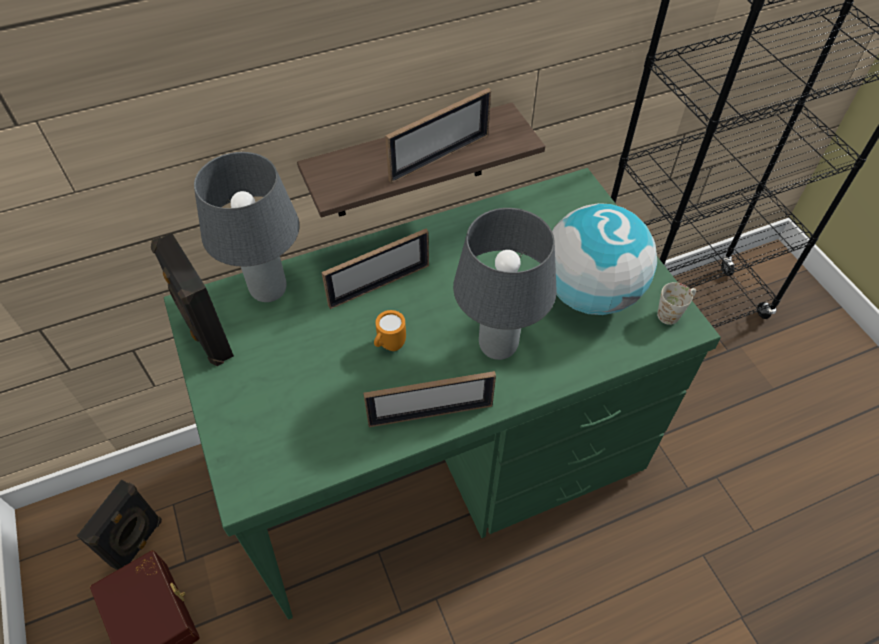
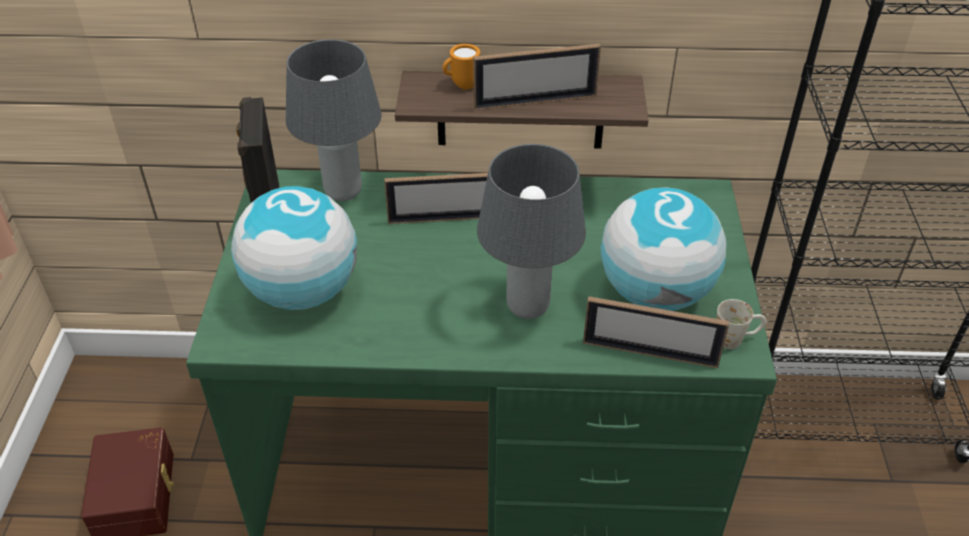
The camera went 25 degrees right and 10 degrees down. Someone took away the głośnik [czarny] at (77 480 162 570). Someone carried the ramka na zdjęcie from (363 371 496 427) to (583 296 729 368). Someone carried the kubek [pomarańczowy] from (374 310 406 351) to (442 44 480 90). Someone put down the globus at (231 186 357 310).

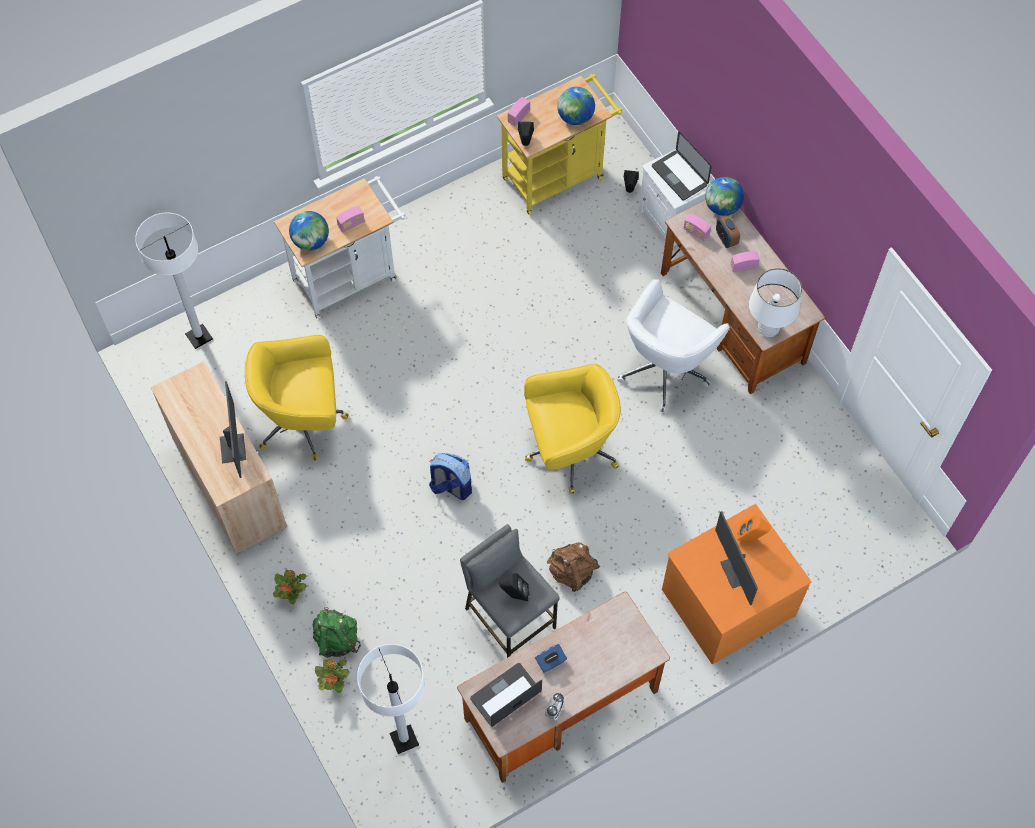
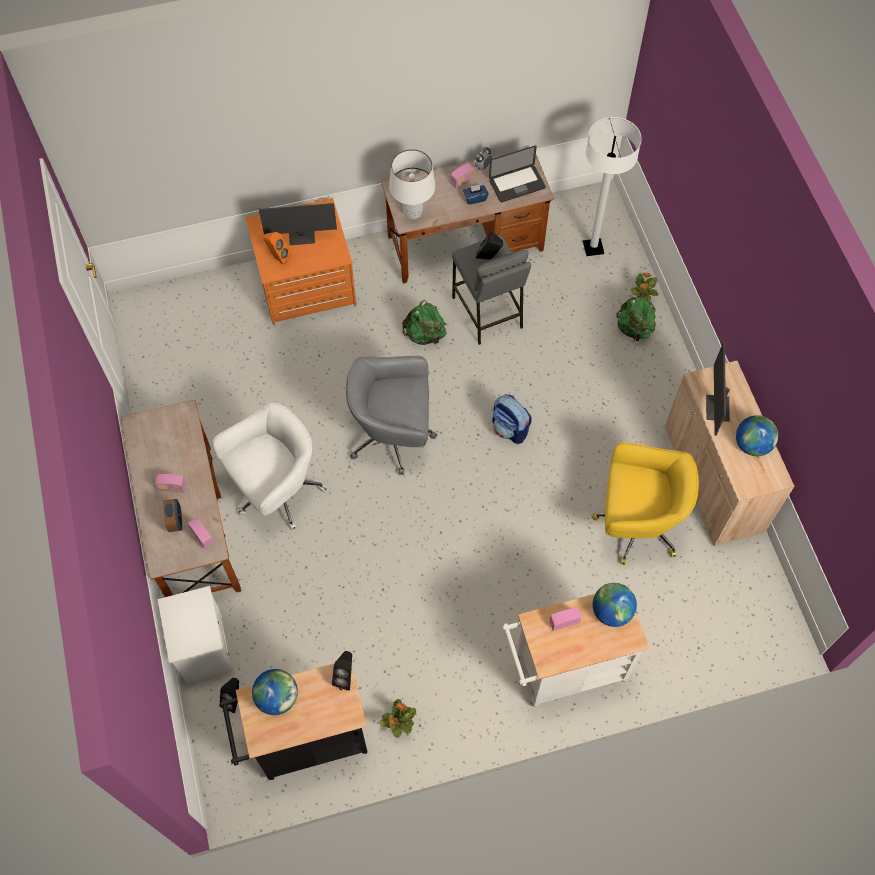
The camera went 165 degrees left and 0 degrees up. Someone took away the lampa stojąca [biały] at (135 212 213 349). Someone carried the roślina doniczkowa from (273 570 306 605) to (380 699 416 738). Someone repainted the wózek [żółty] at (497 74 622 216), which became the wózek [czarny] at (220 664 368 780). Someone carried the radio from (508 97 530 126) to (451 163 475 189). Someone repainted the krzesło biurowe [żółty] at (524 364 621 494), which became the krzesło biurowe [szary] at (346 356 437 475). Someone repainted the plecak [brązowy] at (547 542 600 592), which became the plecak [zielony] at (402 300 447 345). Someone took away the laptop at (652 131 712 200). Someone carried the globus from (705 177 744 216) to (736 415 778 456). Someone rotated the monitor at (715 511 758 605) by 90 degrees clockwise. Someone carried the lampa stołowa [biały] from (749 268 802 337) to (389 149 436 219).

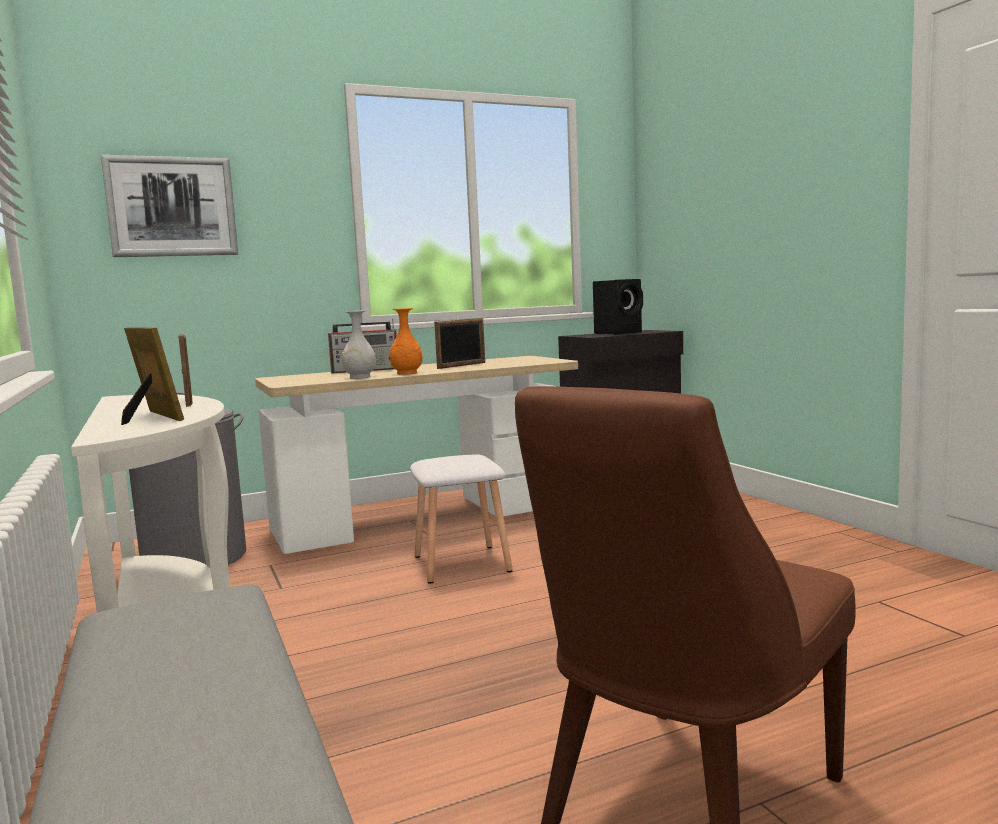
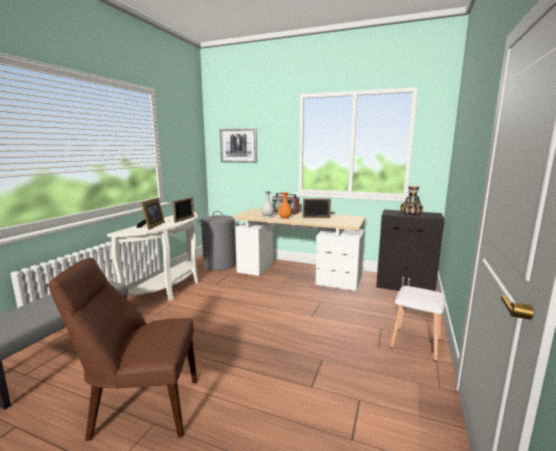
The camera went 45 degrees right and 5 degrees up. Someone carried the stołek [biały] from (410 454 513 584) to (390 286 446 362). Someone swapped the głośnik [czarny] at (593 279 643 335) for the wazon at (400 186 423 215).

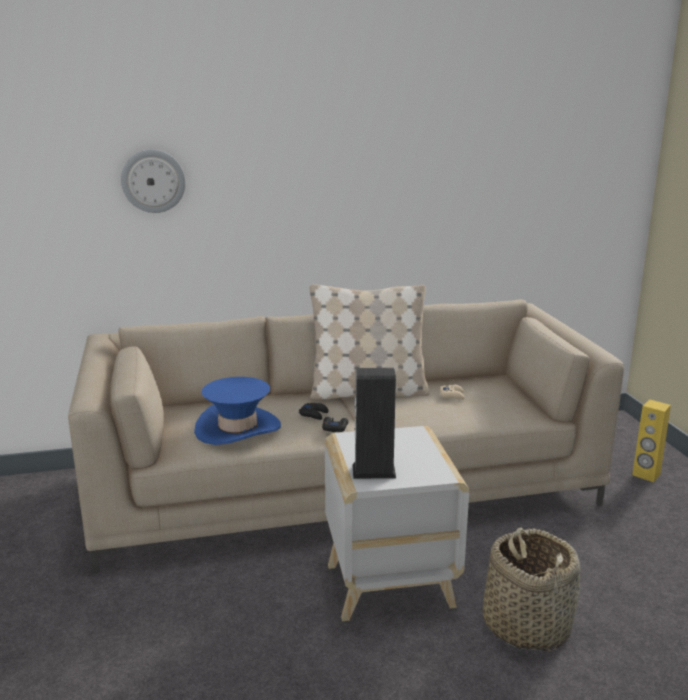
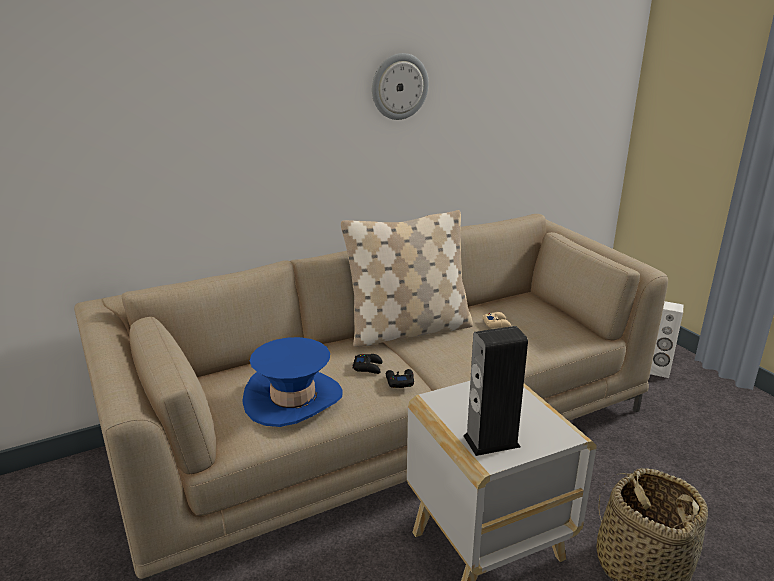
The camera went 15 degrees left and 5 degrees up. Someone carried the zegar ścienny from (121 150 186 213) to (372 53 429 120). Someone repainted the głośnik [żółty] at (632 400 671 482), which became the głośnik [biały] at (650 301 683 378).

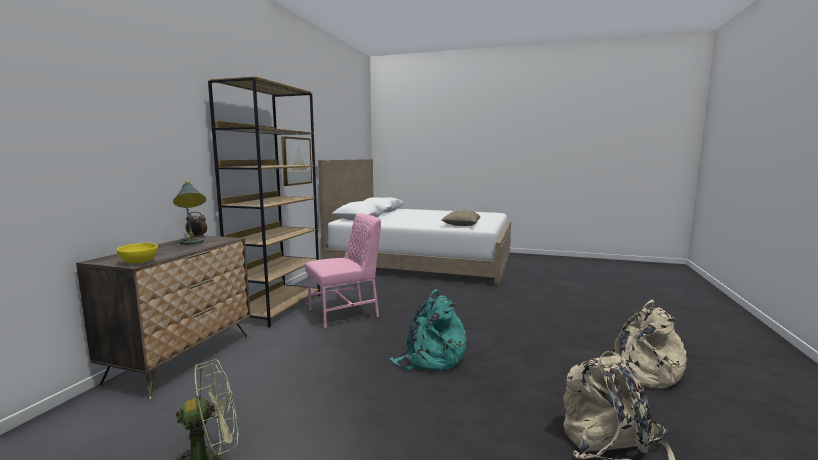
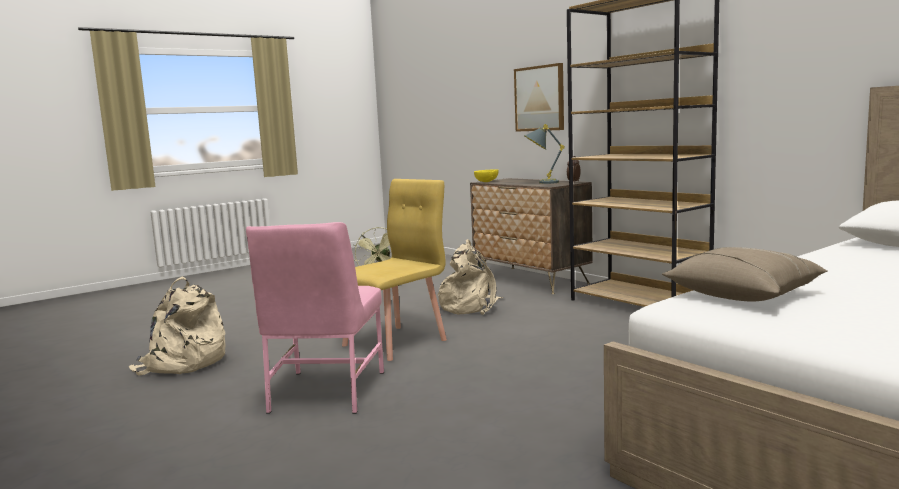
The camera went 125 degrees right and 0 degrees up. Someone carried the obraz from (281 136 312 186) to (514 63 564 132). Someone carried the krzesło [różowy] from (305 213 381 329) to (246 222 384 414). Someone swapped the plecak [turkusowy] at (389 289 466 372) for the krzesło [żółty] at (342 179 447 361). Someone carried the plecak [beżowy] from (613 300 687 389) to (437 239 503 315).

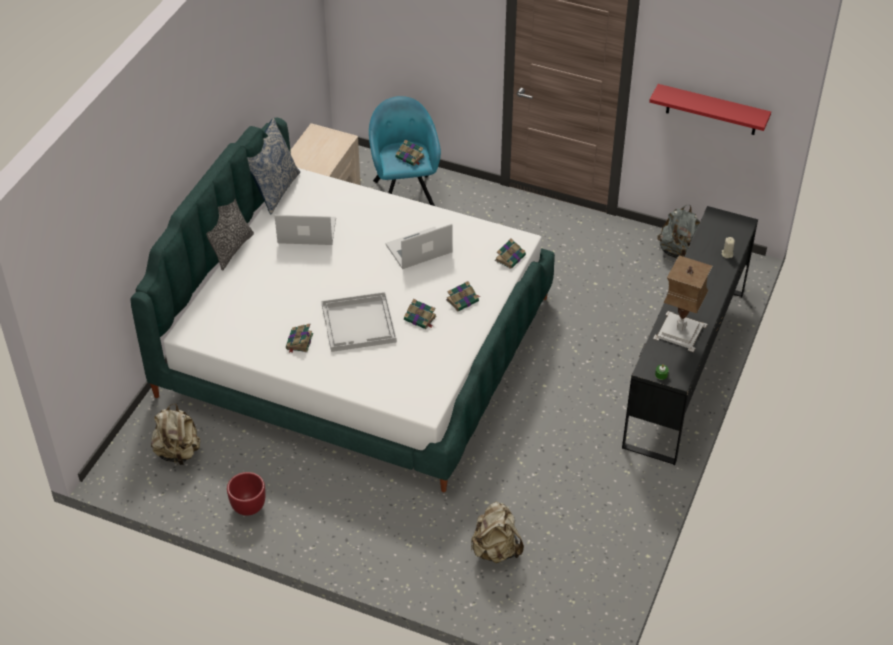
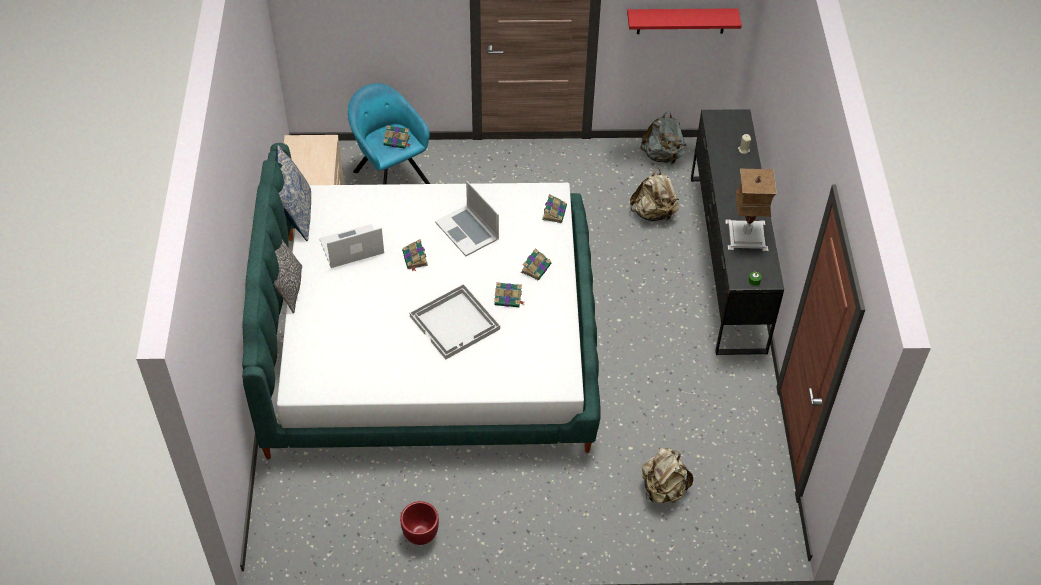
The camera went 25 degrees left and 5 degrees up. Someone carried the plecak [beżowy] from (151 404 200 467) to (630 169 679 222). Someone carried the książka from (286 324 313 353) to (402 239 428 272). Someone rotated the laptop at (386 224 453 269) by 75 degrees counterclockwise.

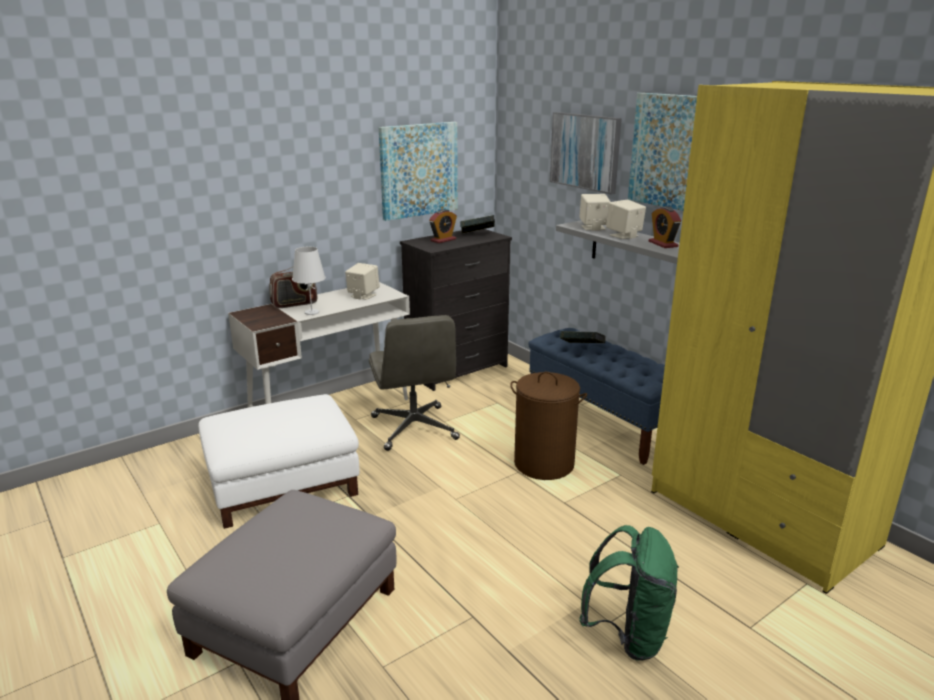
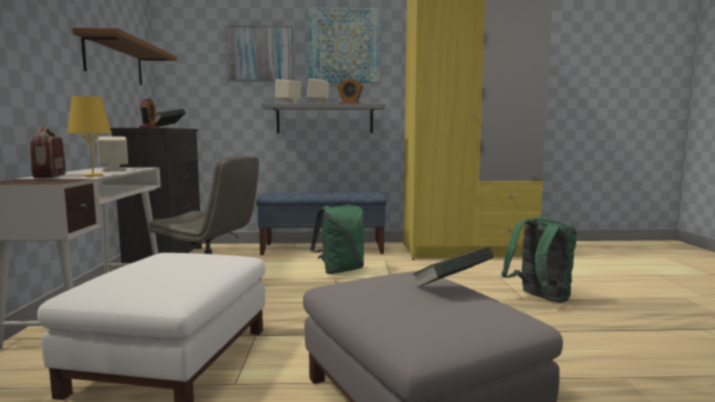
The camera went 55 degrees left and 15 degrees down. Someone rotated the radio at (269 266 318 308) by 150 degrees clockwise. Someone repainted the lampa stołowa [biały] at (292 247 326 315), which became the lampa stołowa [żółty] at (67 96 112 177). Someone swapped the obraz at (379 122 458 221) for the półka [brązowy] at (73 28 177 85). Someone swapped the kosz na pranie [brązowy] at (510 372 587 480) for the plecak [zielony] at (310 202 364 274). Someone carried the książka from (560 331 606 343) to (412 246 494 288).

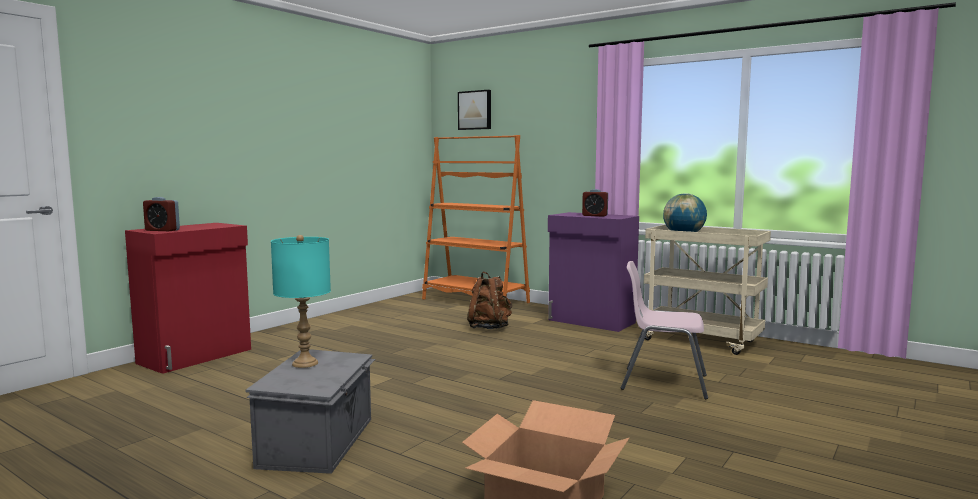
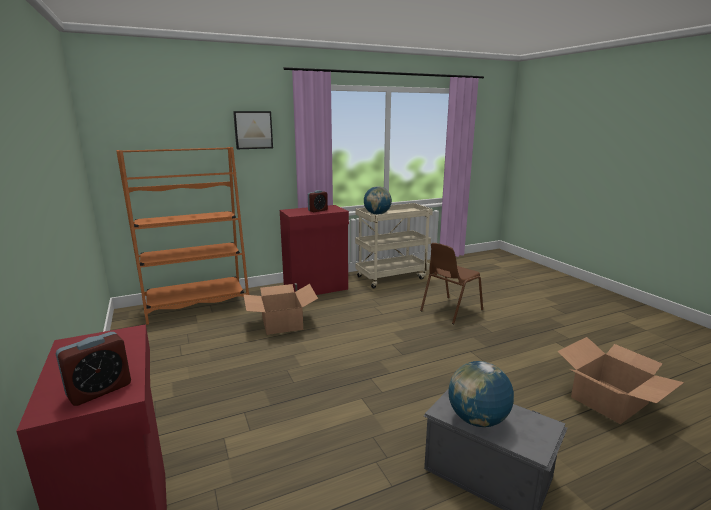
The camera went 60 degrees left and 10 degrees up. Someone swapped the lampa stołowa [turkusowy] at (271 235 331 368) for the globus at (448 361 514 427). Someone carried the obraz from (458 90 491 130) to (233 111 273 149). Someone swapped the plecak [brązowy] at (467 272 512 329) for the karton at (243 284 318 335). Someone repainted the szafka [fioletowy] at (548 212 639 332), which became the szafka [czerwony] at (280 205 349 295). Someone repainted the krzesło [różowy] at (621 261 708 399), which became the krzesło [brązowy] at (420 243 483 324).

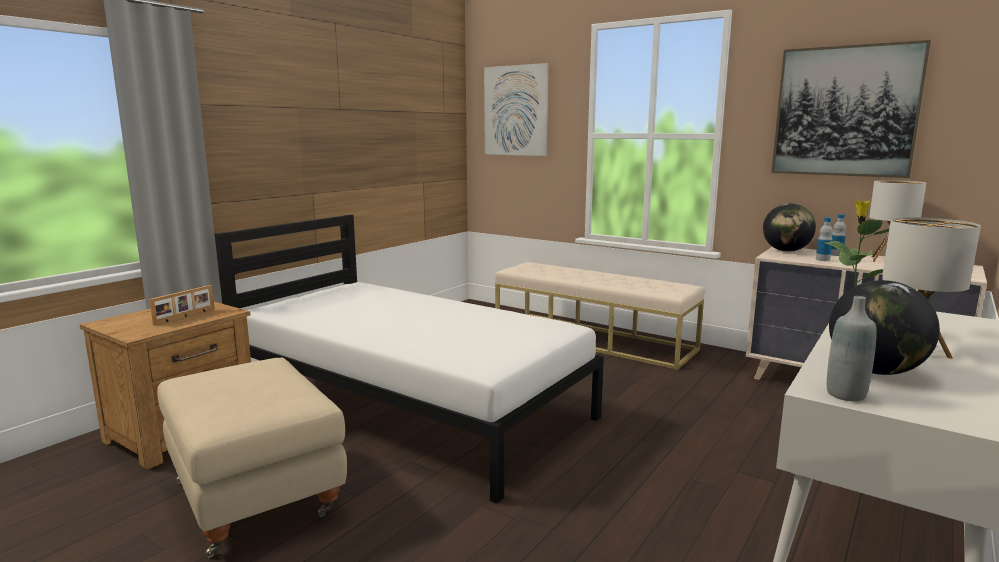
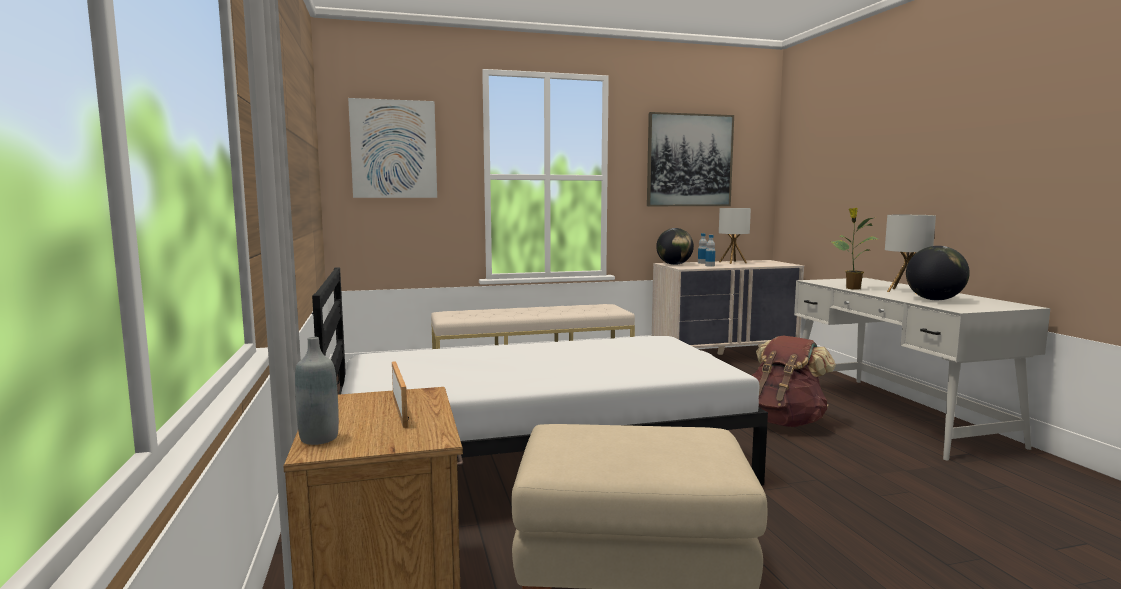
The camera went 50 degrees left and 5 degrees down. Someone carried the butelka [szary] from (827 296 877 401) to (295 337 339 445). Someone put down the plecak [brązowy] at (752 336 836 427).

